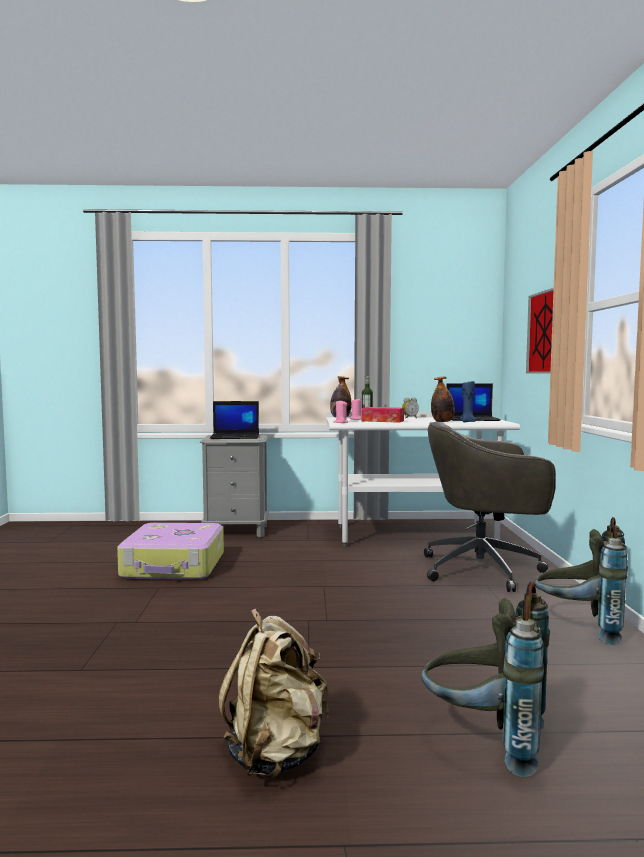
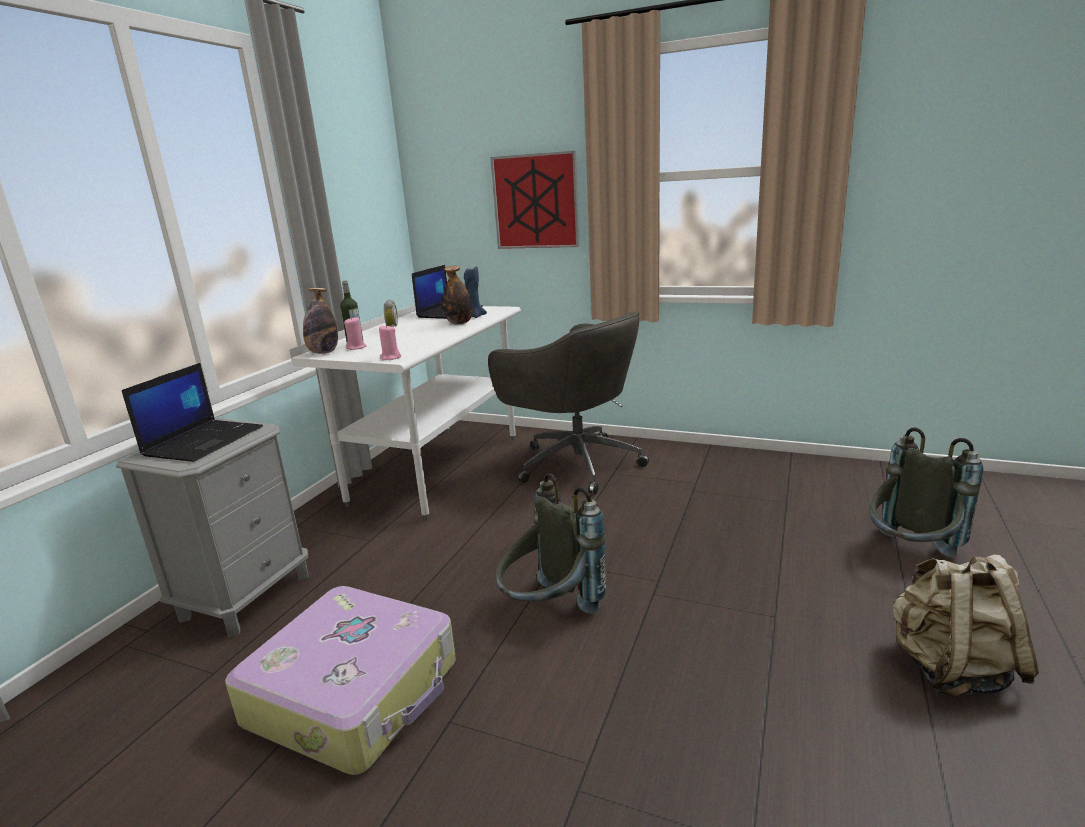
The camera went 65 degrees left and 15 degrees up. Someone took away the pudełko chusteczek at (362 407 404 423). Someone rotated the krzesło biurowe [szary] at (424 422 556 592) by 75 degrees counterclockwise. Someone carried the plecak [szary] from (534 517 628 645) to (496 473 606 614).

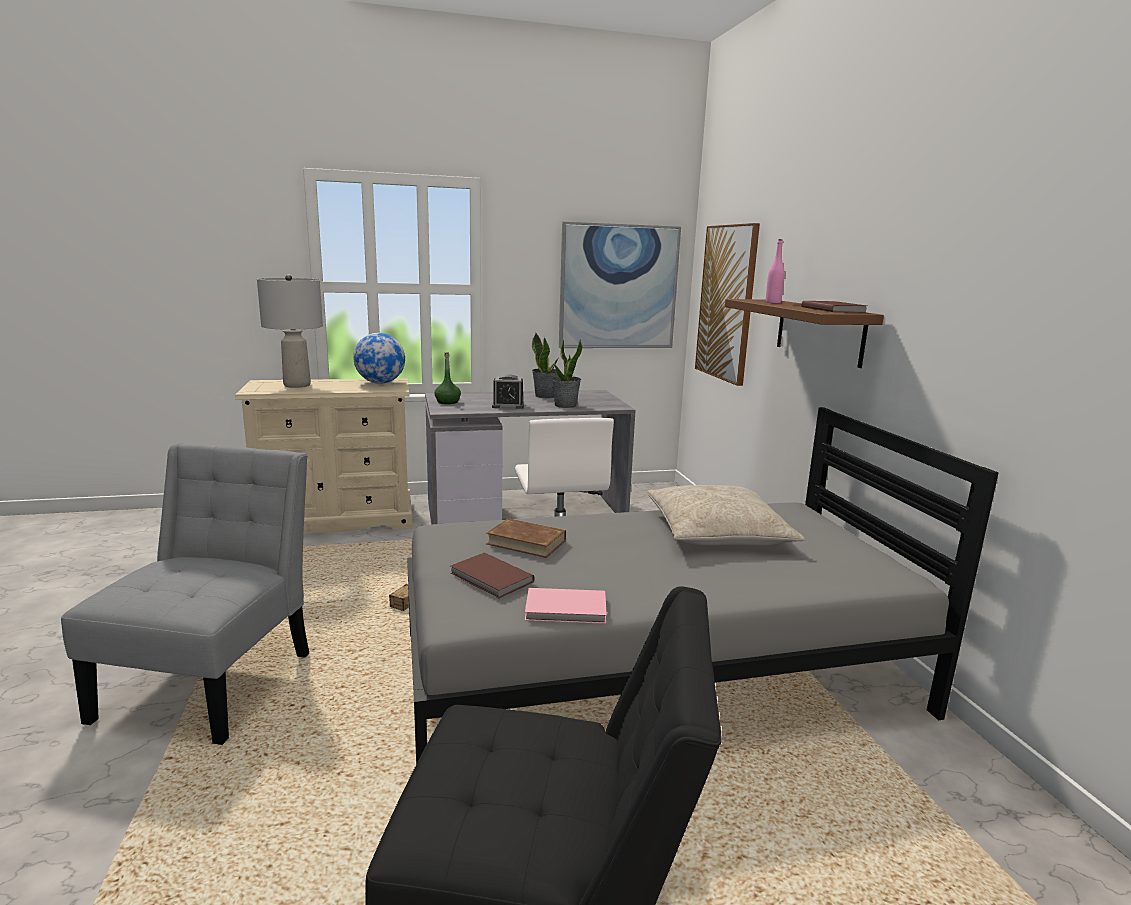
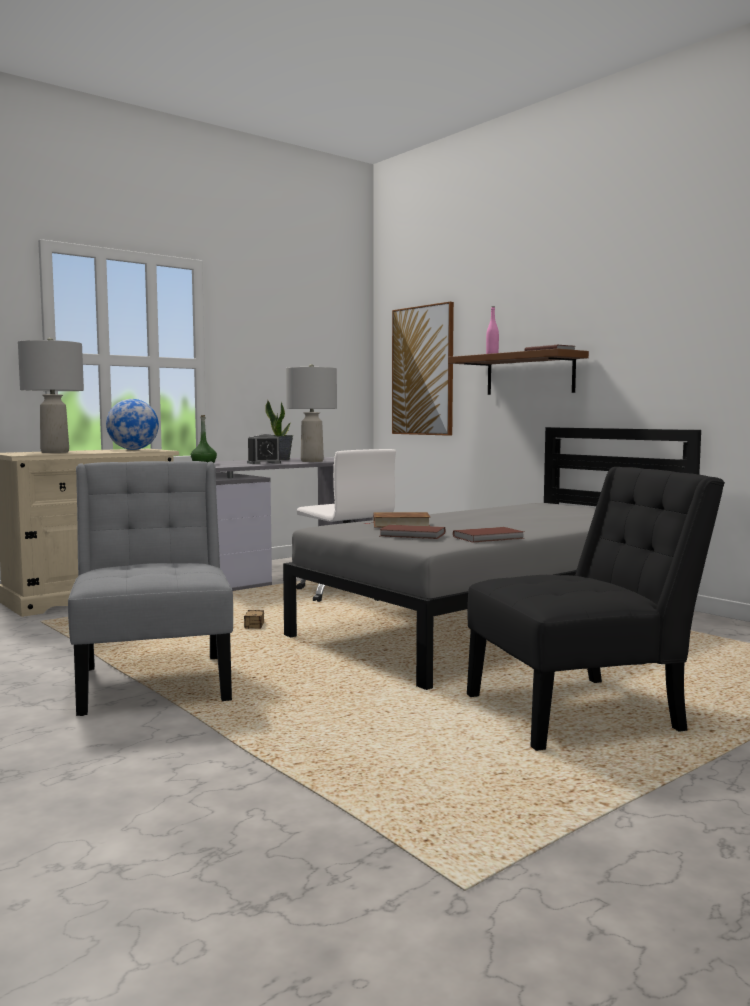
The camera went 25 degrees left and 10 degrees down. Someone repainted the książka [różowy] at (525 588 607 624), which became the książka [brązowy] at (453 527 525 543). Someone swapped the roślina doniczkowa at (551 339 582 408) for the lampa stołowa [szary] at (286 364 337 462). Someone took away the obraz at (559 222 681 348). Someone took away the poduszka [beżowy] at (647 485 805 546).

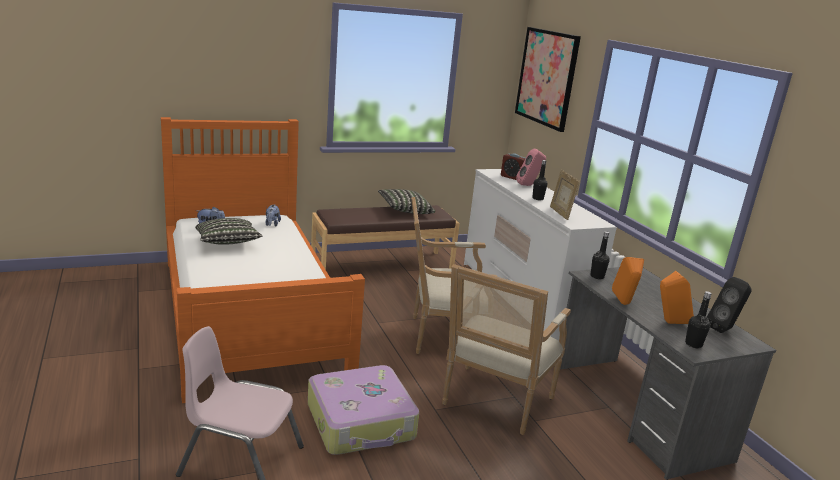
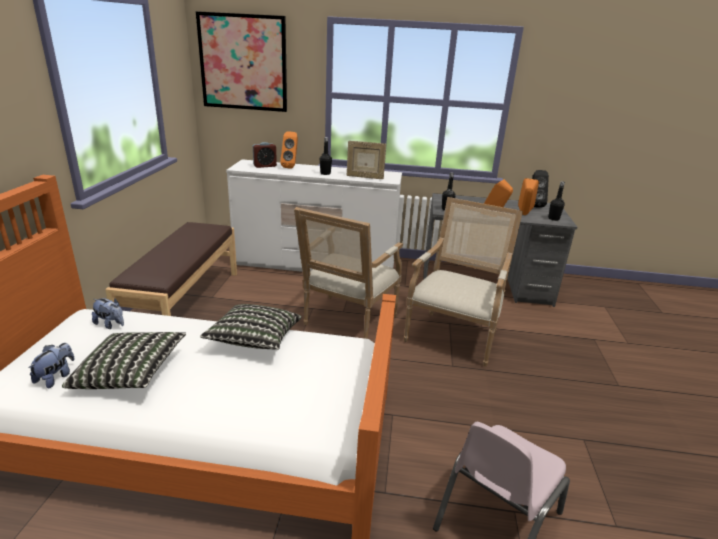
The camera went 60 degrees left and 5 degrees up. Someone took away the walizka at (308 365 419 455). Someone carried the poduszka from (378 189 435 214) to (200 304 302 350). Someone rotated the fotel at (442 264 571 435) by 120 degrees counterclockwise. Someone repainted the głośnik [różowy] at (516 148 546 186), which became the głośnik [pomarańczowy] at (280 132 298 169).

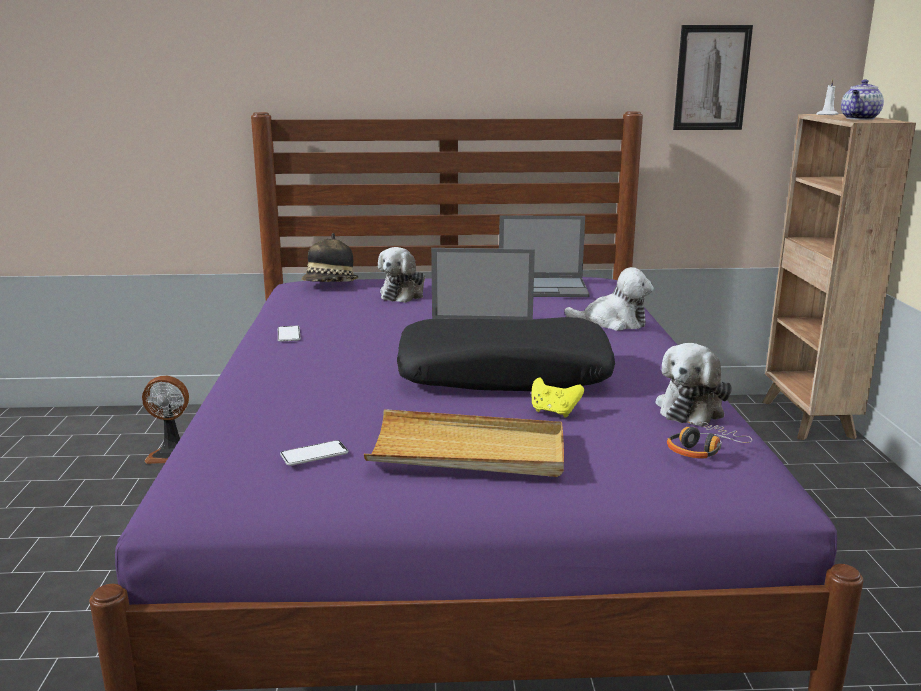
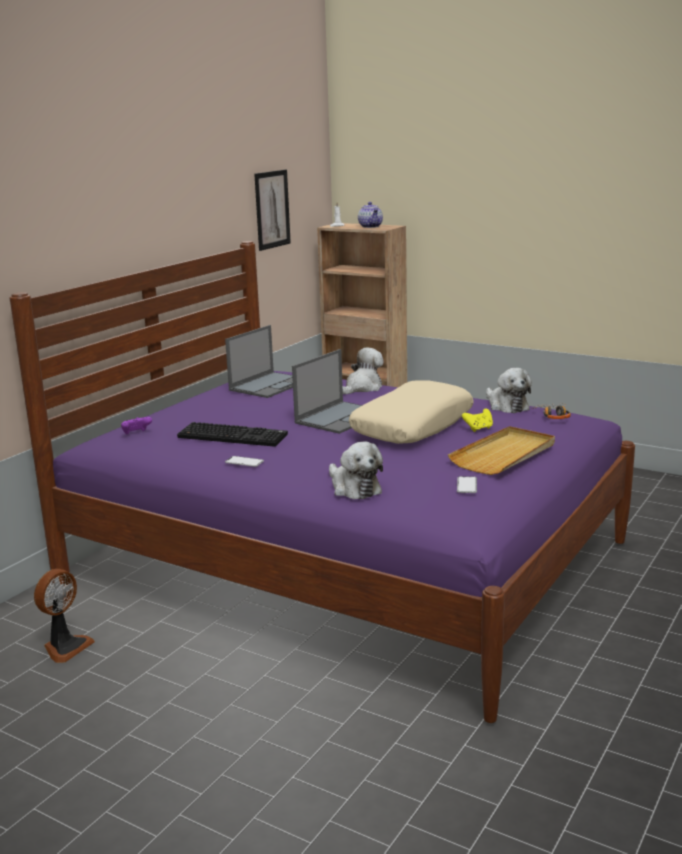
The camera went 55 degrees left and 0 degrees up. Someone swapped the kapelusz at (301 233 358 282) for the pad do gier [fioletowy] at (121 417 152 434). Someone carried the pluszak from (378 247 425 303) to (329 442 383 499). Someone repainted the poduszka [czarny] at (397 317 615 391), which became the poduszka [beżowy] at (349 380 474 444). Someone put down the klawiatura at (177 422 288 447).

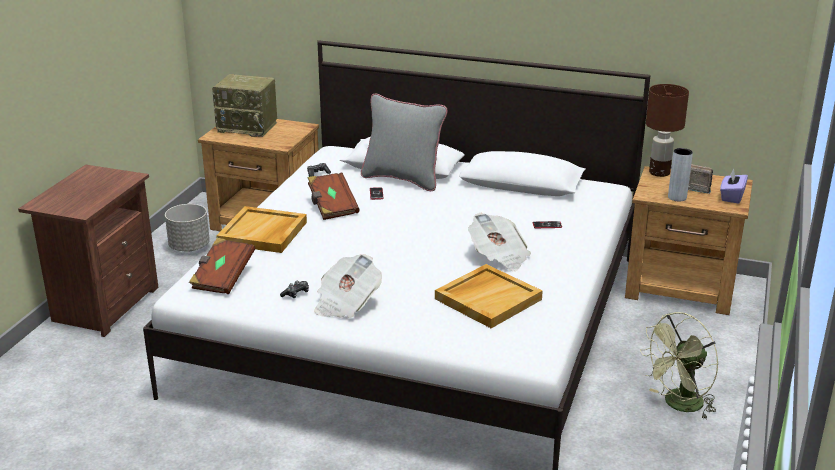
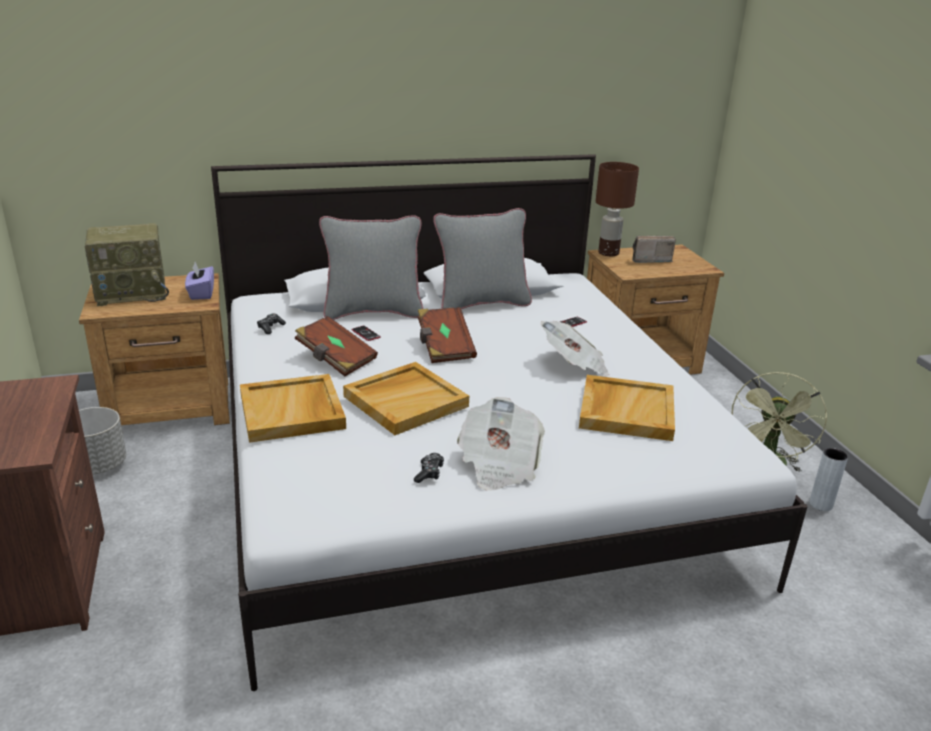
The camera went 35 degrees left and 0 degrees up. Someone carried the książka [brązowy] from (189 238 255 294) to (418 307 477 363). Someone carried the wazon [szary] from (668 148 693 201) to (809 448 848 511). Someone carried the pudełko chusteczek [fioletowy] from (720 169 748 204) to (185 262 214 300). Someone put down the taca [beżowy] at (343 362 469 435). Someone put down the poduszka [szary] at (433 208 532 309).

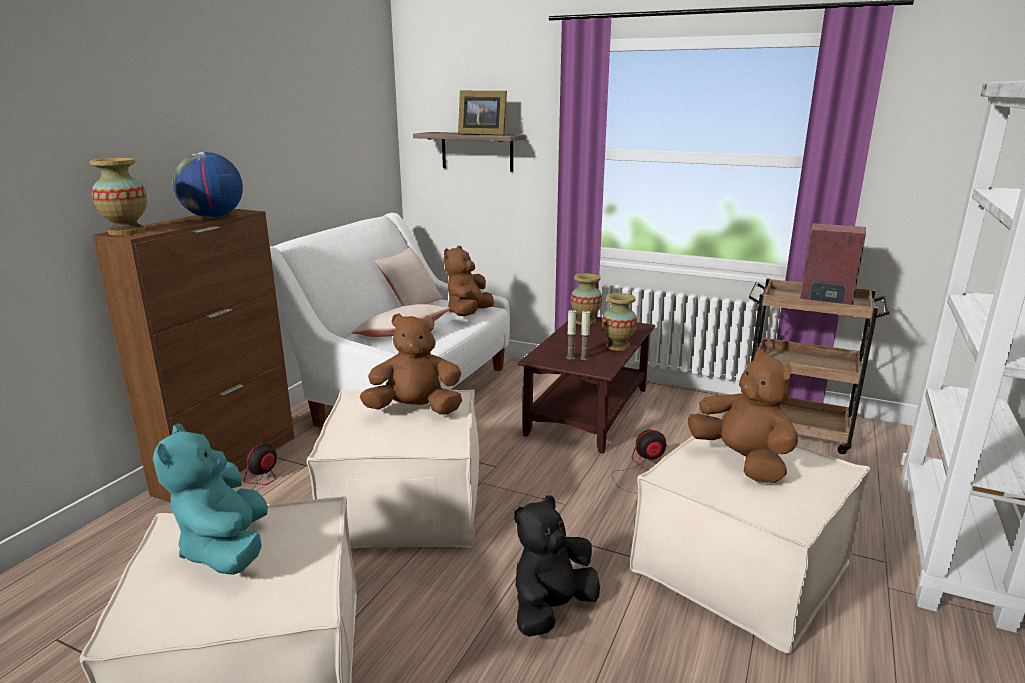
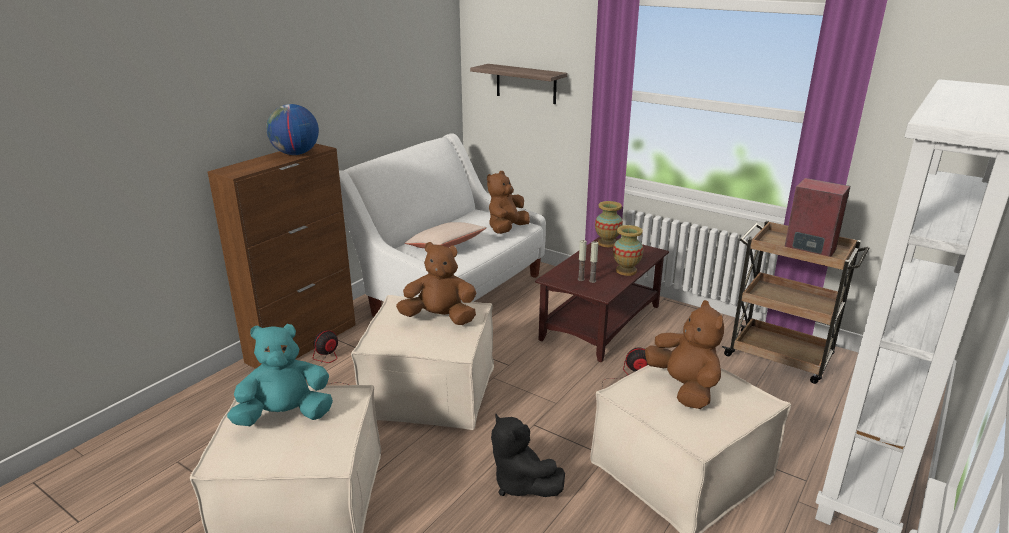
The camera went 10 degrees right and 5 degrees up. Someone took away the wazon at (90 158 147 235). Someone rotated the pluszak [turkusowy] at (153 423 268 575) by 75 degrees clockwise. Someone took away the poduszka [beżowy] at (375 247 443 306). Someone took away the ramka na zdjęcie at (458 91 507 135). Someone rotated the pluszak [czarny] at (514 495 600 637) by 90 degrees counterclockwise.

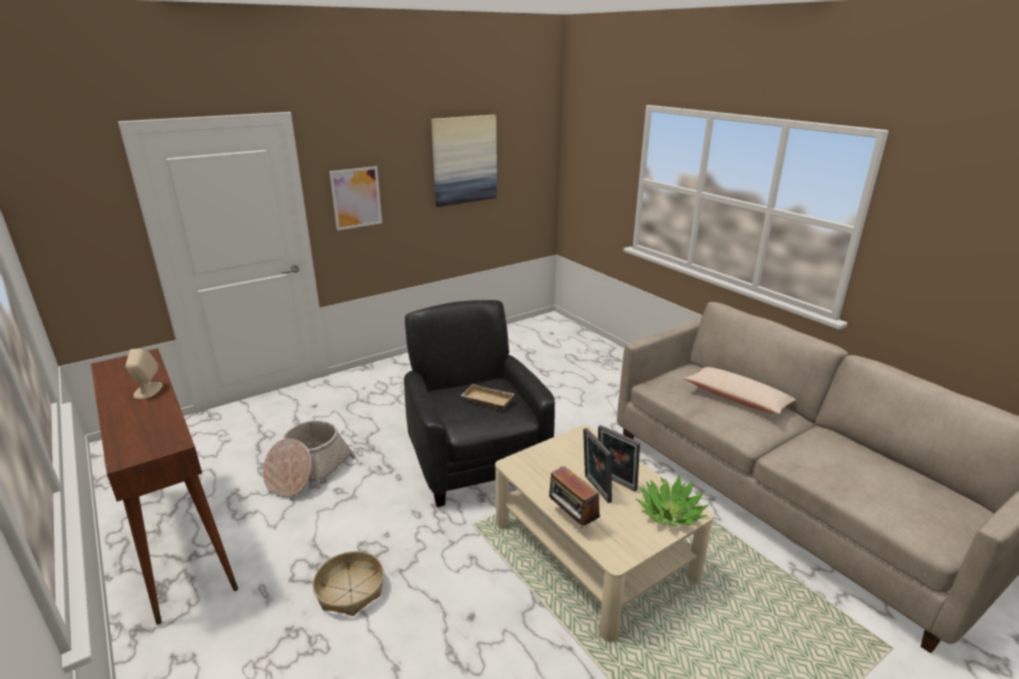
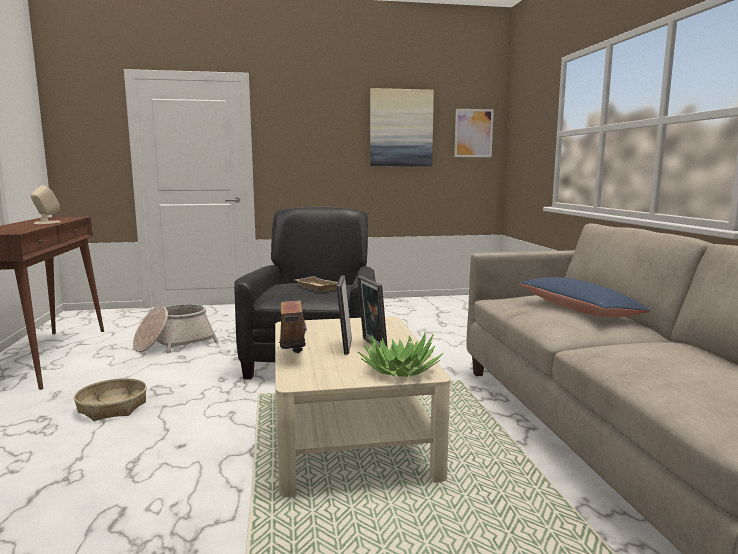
The camera went 25 degrees right and 15 degrees down. Someone carried the obraz from (329 166 382 231) to (454 109 494 157). Someone repainted the poduszka [beżowy] at (684 367 796 414), which became the poduszka [niebieski] at (519 277 650 317).

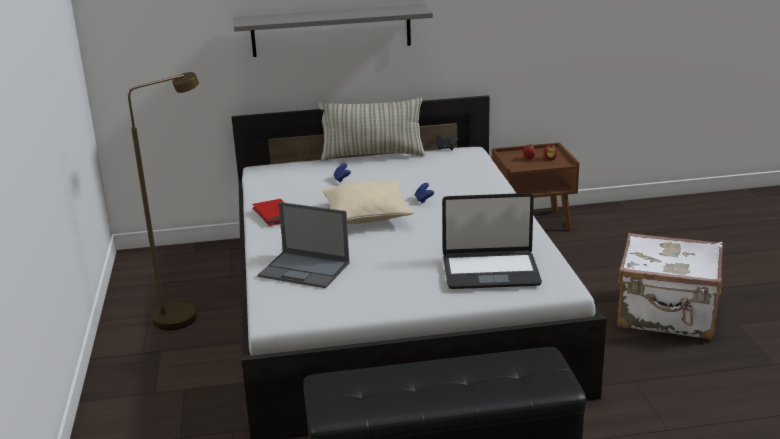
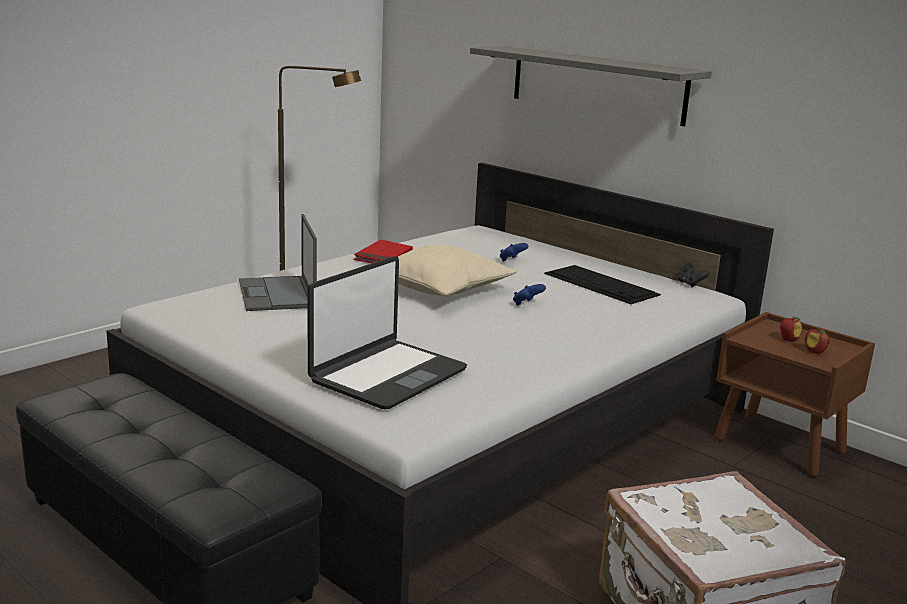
The camera went 50 degrees right and 5 degrees down. Someone took away the poduszka at (319 98 425 161). Someone rotated the laptop at (442 193 542 289) by 105 degrees counterclockwise. Someone put down the klawiatura at (544 265 661 304).

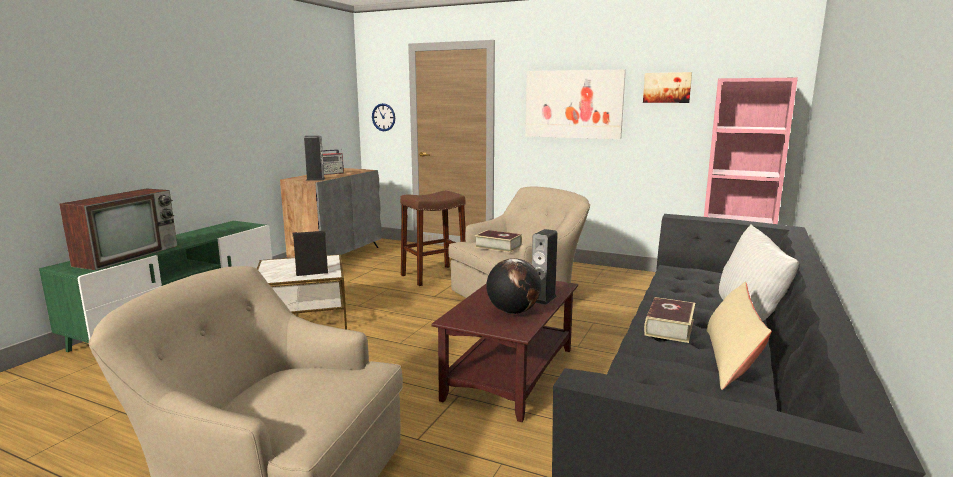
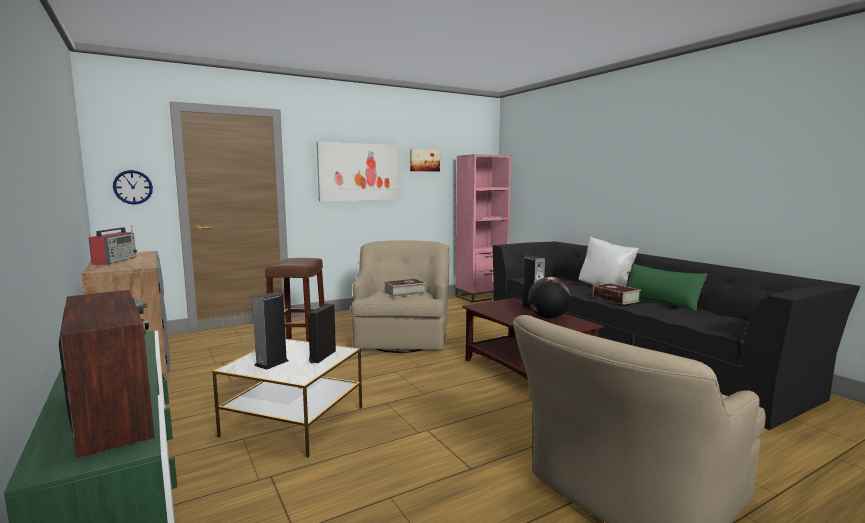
The camera went 55 degrees left and 5 degrees down. Someone carried the głośnik from (304 136 325 180) to (252 292 288 370). Someone repainted the poduszka [beżowy] at (706 282 772 390), which became the poduszka [zielony] at (626 263 707 312).

